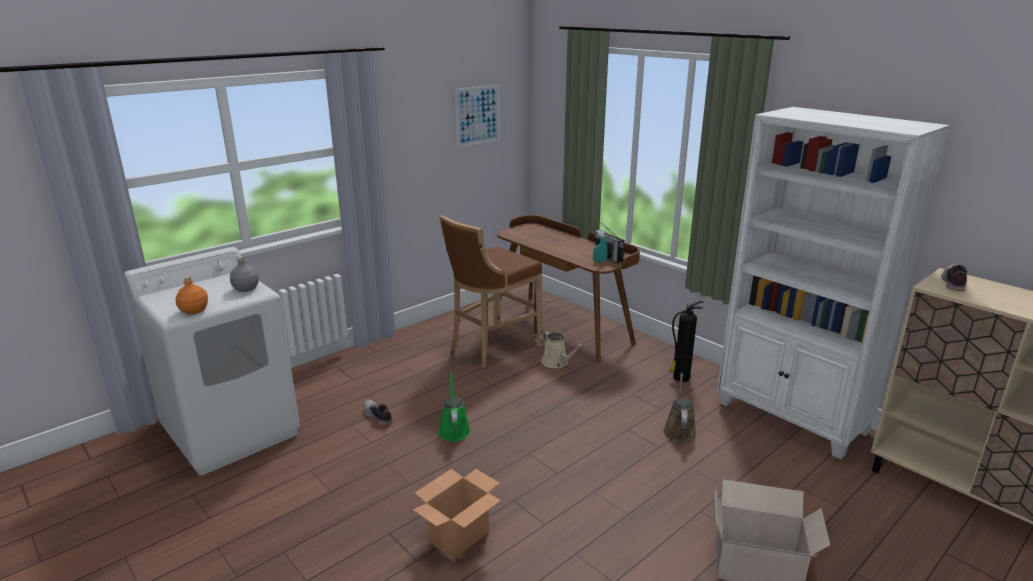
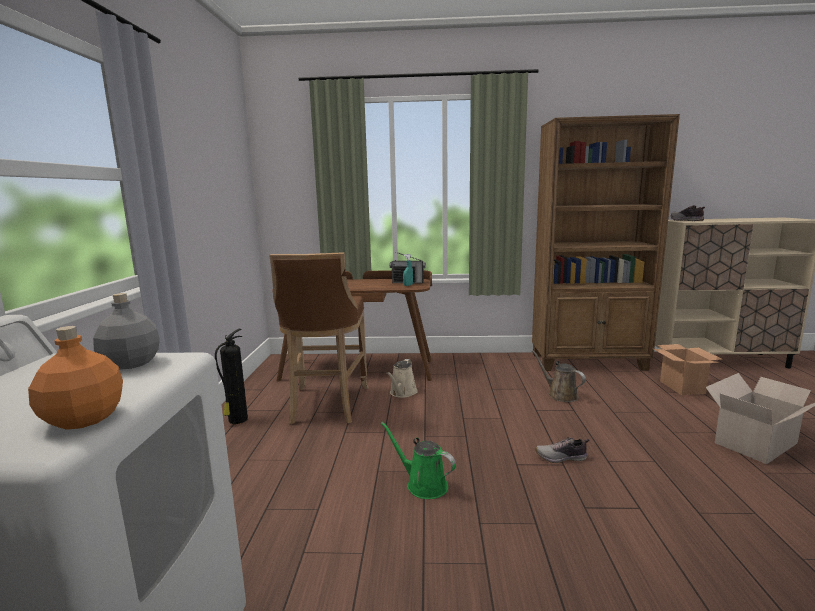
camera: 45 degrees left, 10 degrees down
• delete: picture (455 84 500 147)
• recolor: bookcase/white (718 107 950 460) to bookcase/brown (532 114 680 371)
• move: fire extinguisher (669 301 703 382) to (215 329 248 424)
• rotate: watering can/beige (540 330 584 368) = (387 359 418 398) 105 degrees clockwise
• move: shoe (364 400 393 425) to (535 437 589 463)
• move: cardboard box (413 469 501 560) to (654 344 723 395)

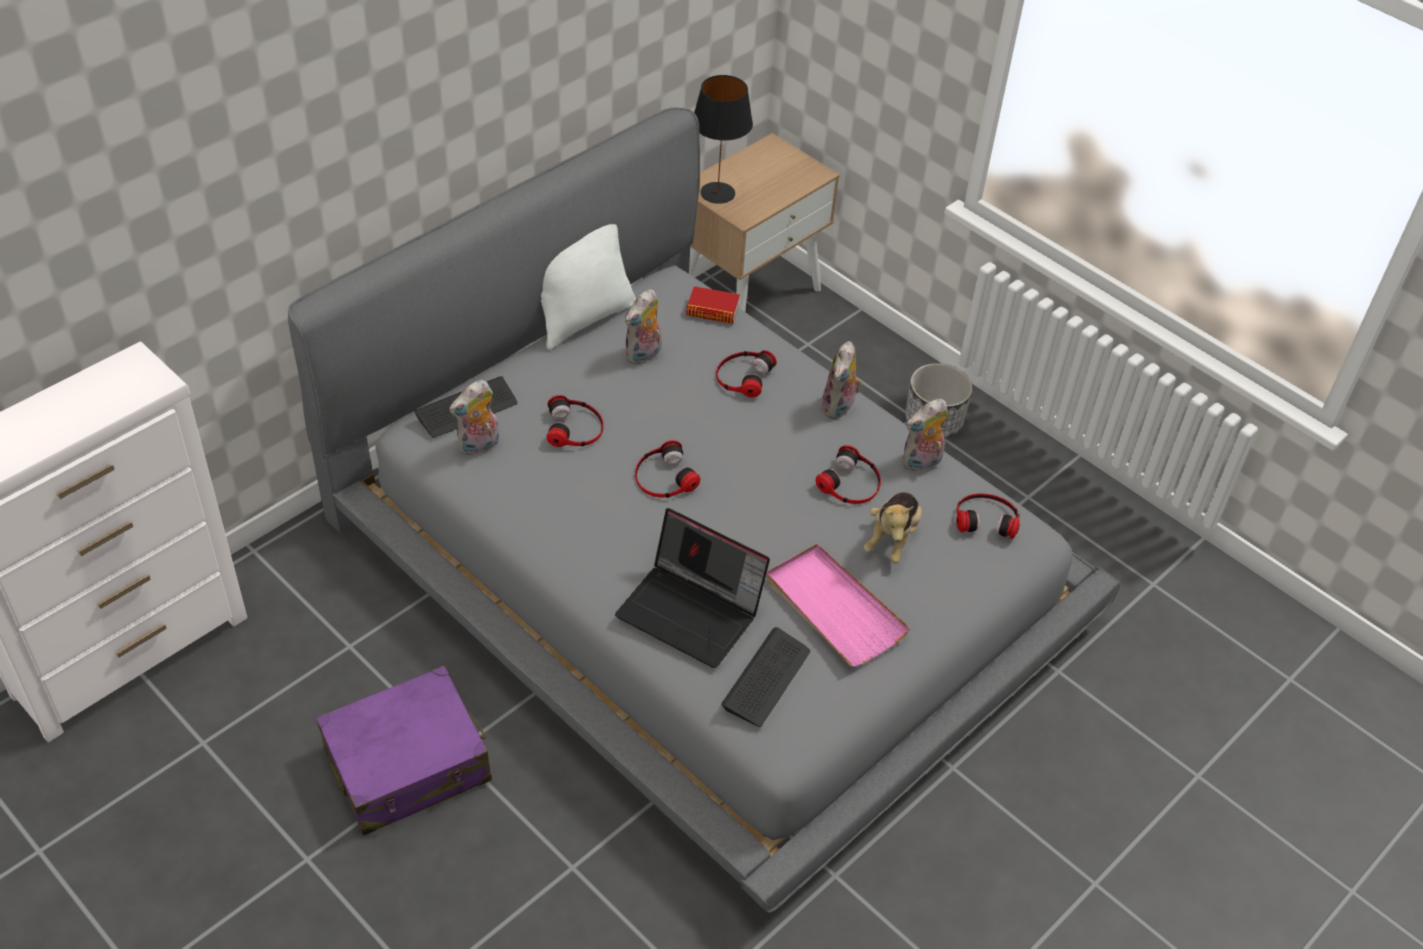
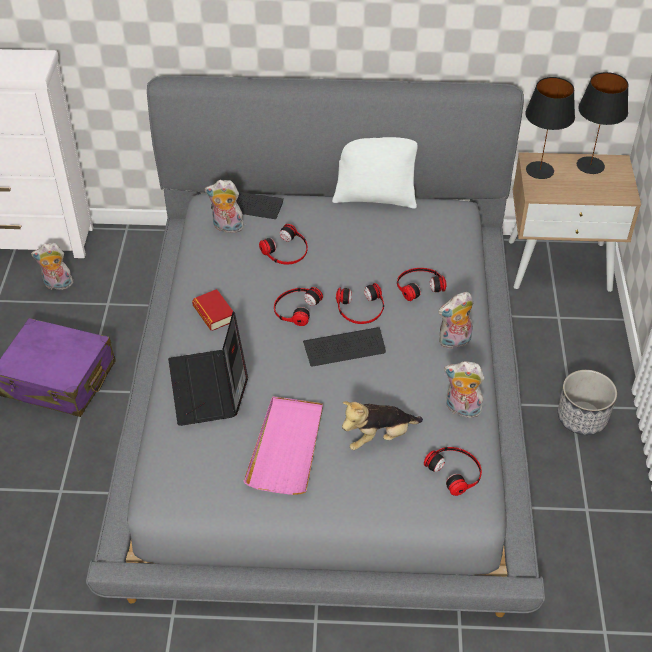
camera: 50 degrees right, 0 degrees up
• move: book (686 286 740 324) to (192 289 233 331)
• move: plush toy (625 289 662 365) to (31 243 73 292)
• move: headphones (816 445 881 504) to (336 283 384 324)
• move: keyboard (721 627 810 727) to (303 327 386 367)
• insert: table lamp/black (577 72 629 174)

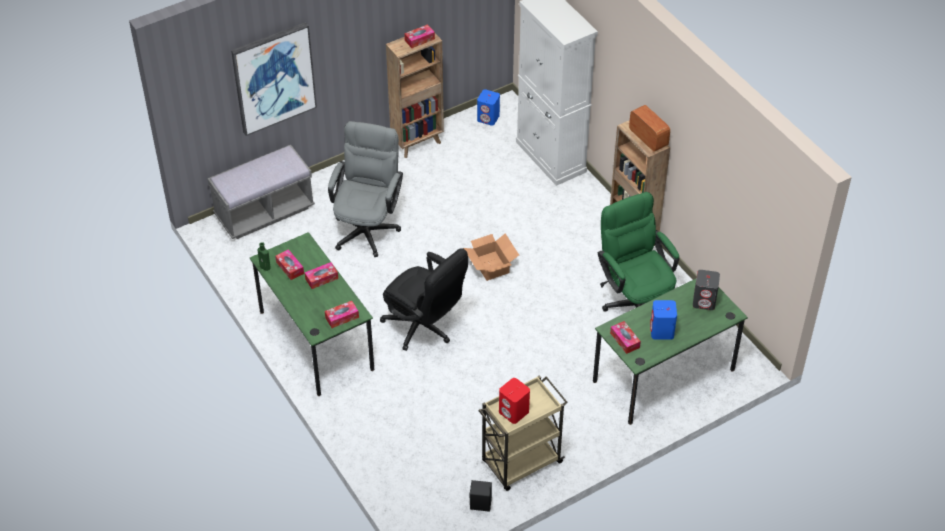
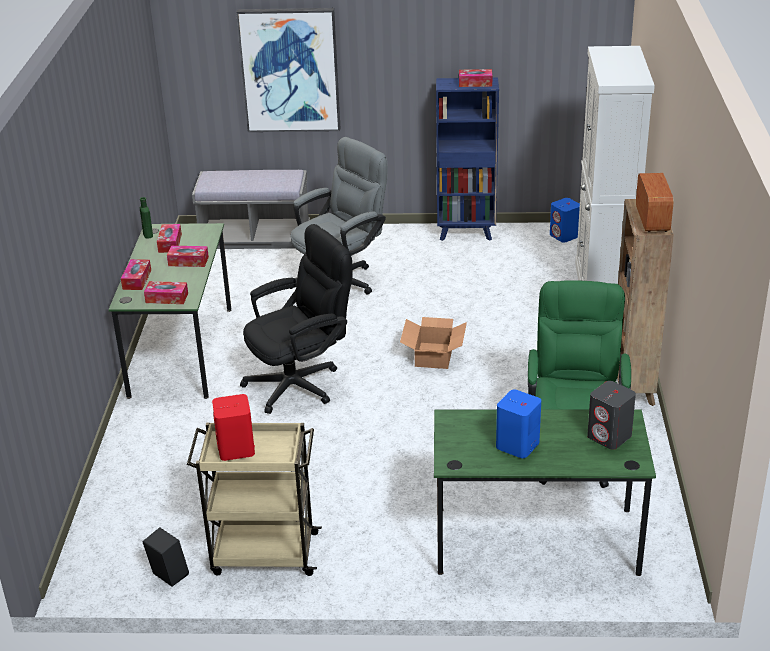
camera: 35 degrees right, 15 degrees down
• recolor: bookcase/brown (386 33 444 158) to bookcase/blue (436 78 499 241)
• rotate: office chair/black (380 248 468 351) = (240 224 352 414) 105 degrees counterclockwise
• move: tissue box (610 321 641 354) to (121 259 151 290)

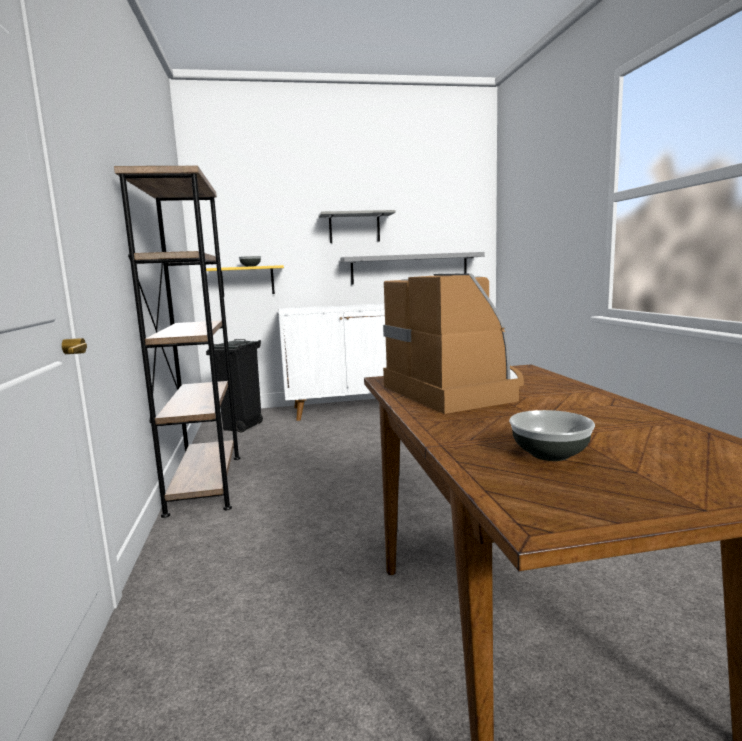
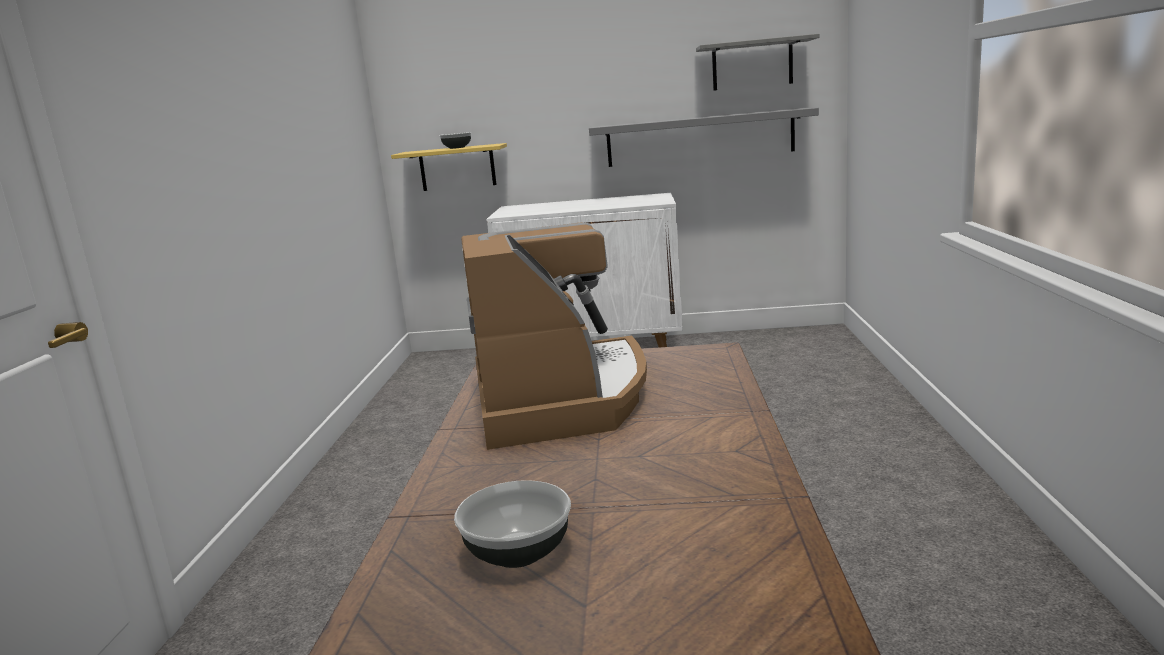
camera: 15 degrees right, 5 degrees up
• delete: bookcase/brown (114 166 240 518)
• move: shelf/grey (318 210 396 243) to (696 34 819 91)
• delete: trash can/black (206 339 263 433)

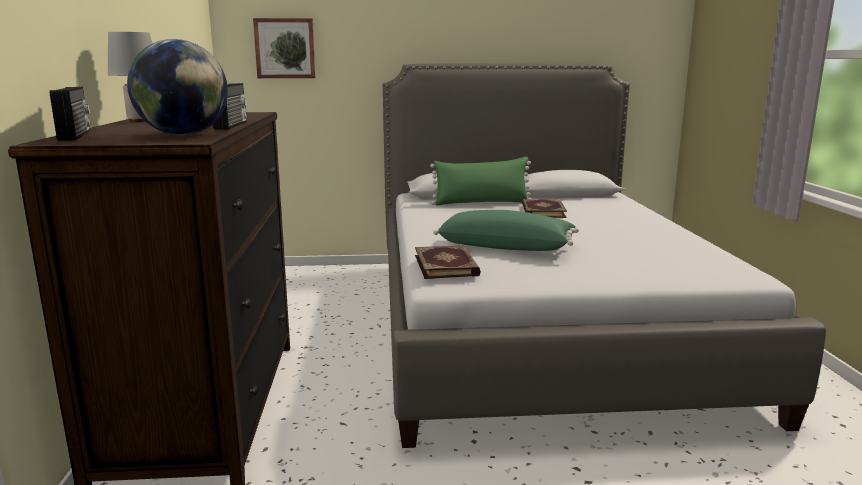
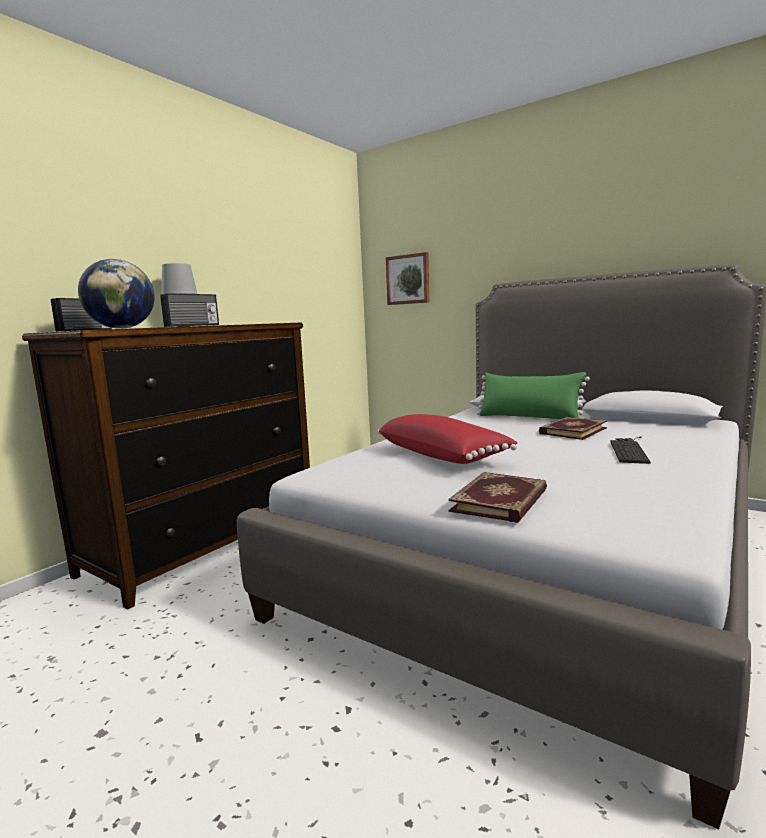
camera: 40 degrees right, 5 degrees down
• recolor: pillow/green (433 210 579 251) to pillow/red (377 414 517 464)
• move: book (415 245 481 279) to (448 472 547 523)
• insert: keyboard (610 436 651 464)

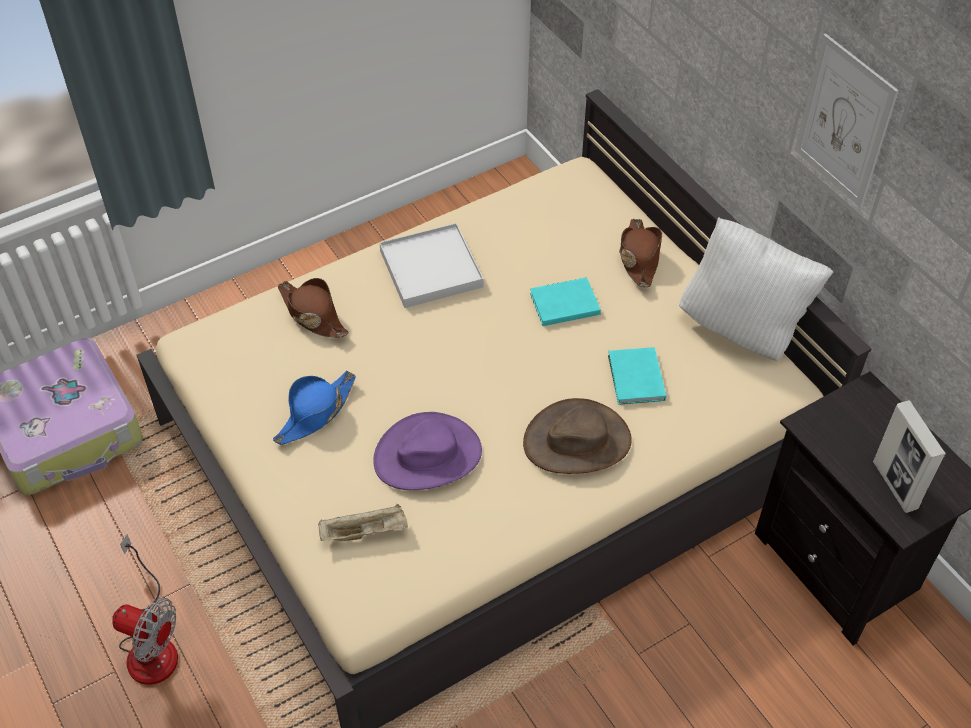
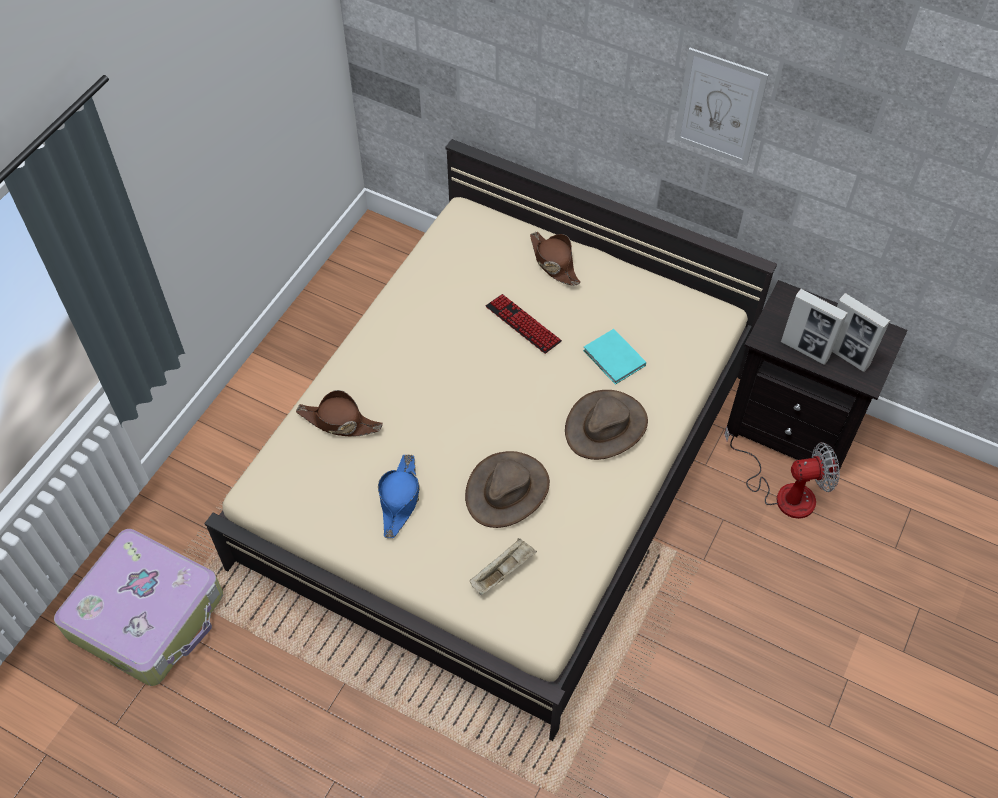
camera: 30 degrees left, 5 degrees up
• delete: pillow/white (679 217 834 361)
• delete: tray/white (379 223 484 308)
• replace: book/turquoise (530 277 601 326) to keyboard (486 294 562 354)
• recolor: hat/purple (373 412 482 490) to hat/brown (465 451 550 528)
• move: fan (112 534 178 685) to (724 426 840 519)
• insert: picture frame (781 289 848 365)

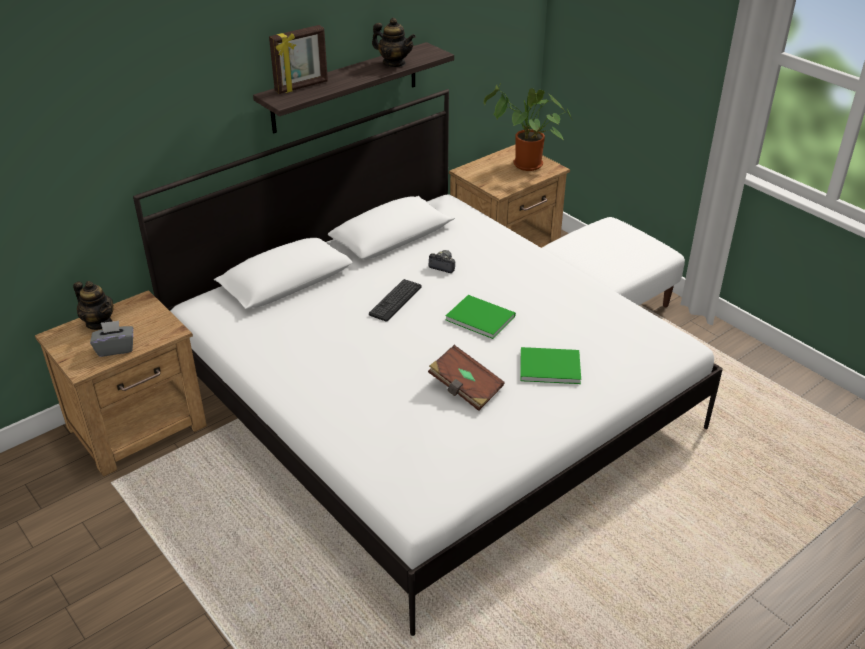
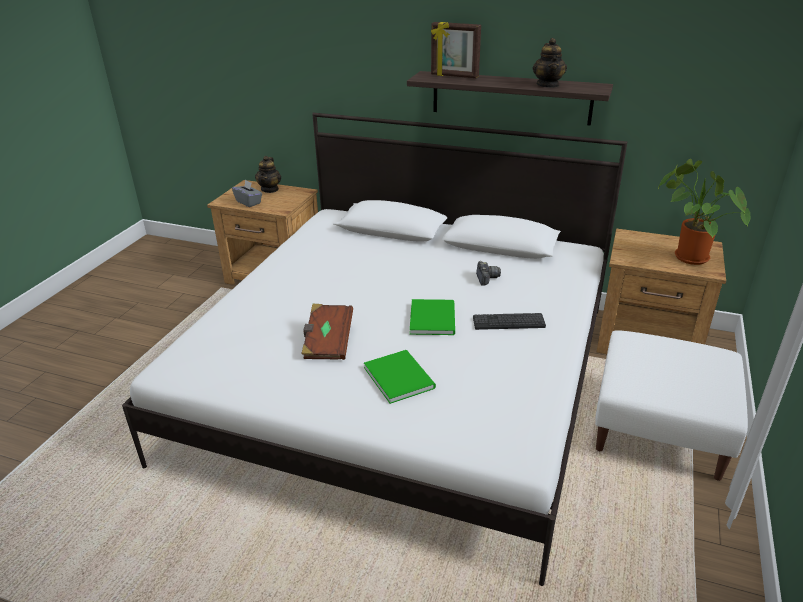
camera: 60 degrees right, 5 degrees down
• move: keyboard (369 279 421 322) to (473 313 546 330)

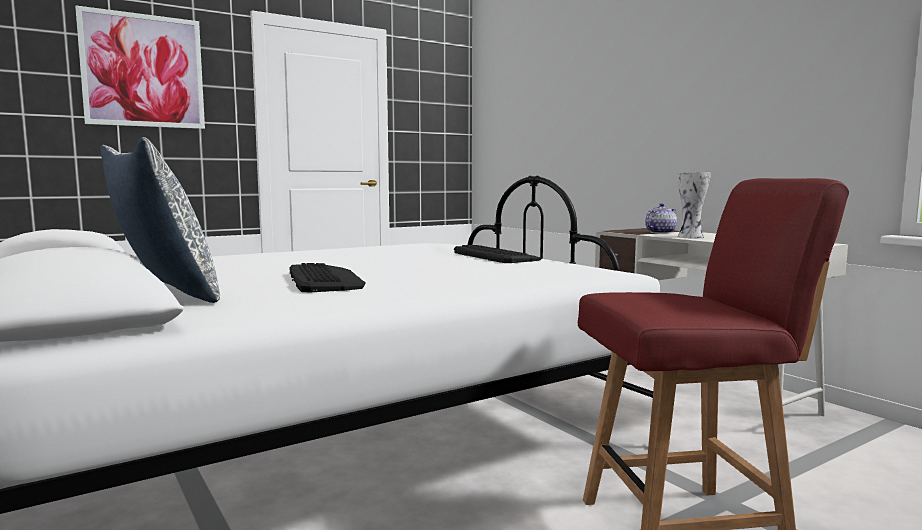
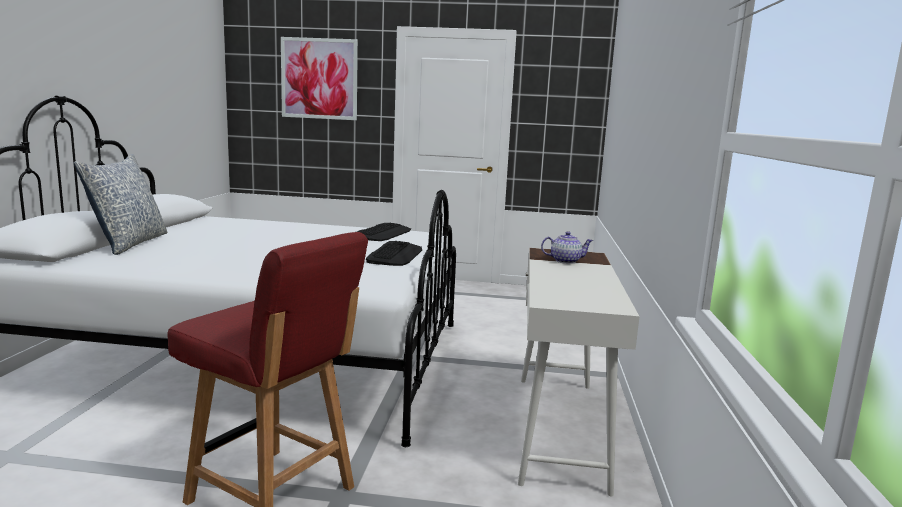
camera: 40 degrees right, 5 degrees up
• delete: vase (677 172 711 239)
• move: keyboard (290 263 365 292) to (357 223 411 241)

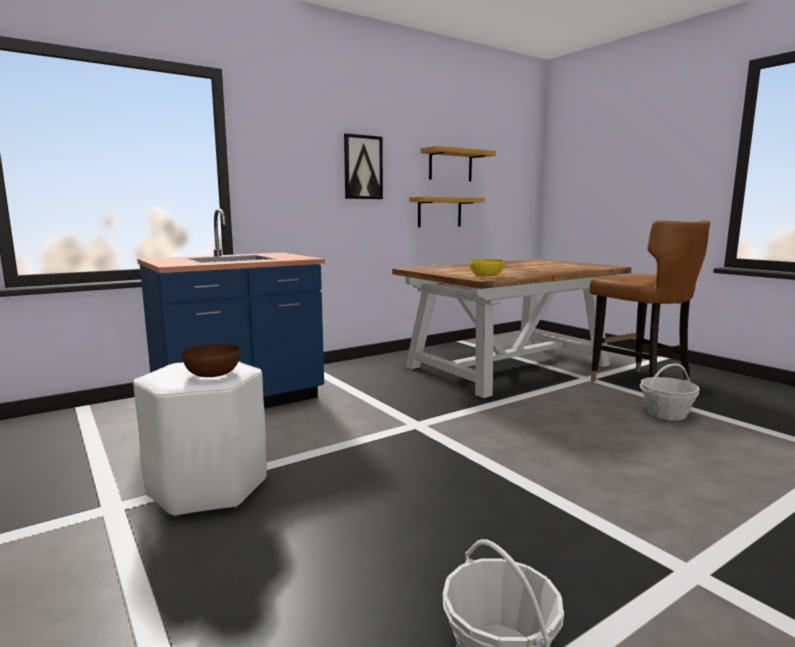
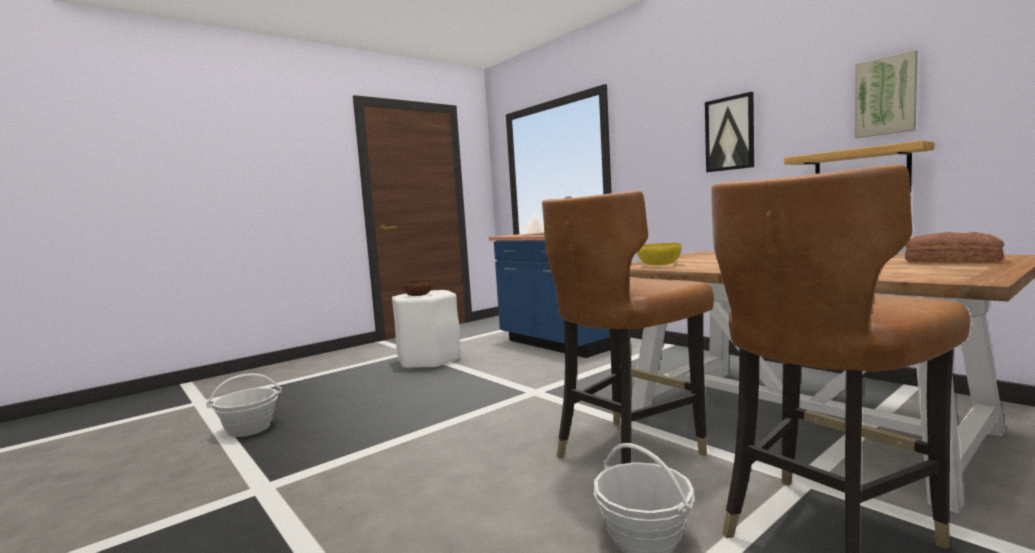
camera: 85 degrees right, 5 degrees down
• replace: shelf (421 145 496 181) to picture (855 50 918 138)
• insert: chair/brown (542 191 714 464)
• insert: bread (905 232 1004 263)

